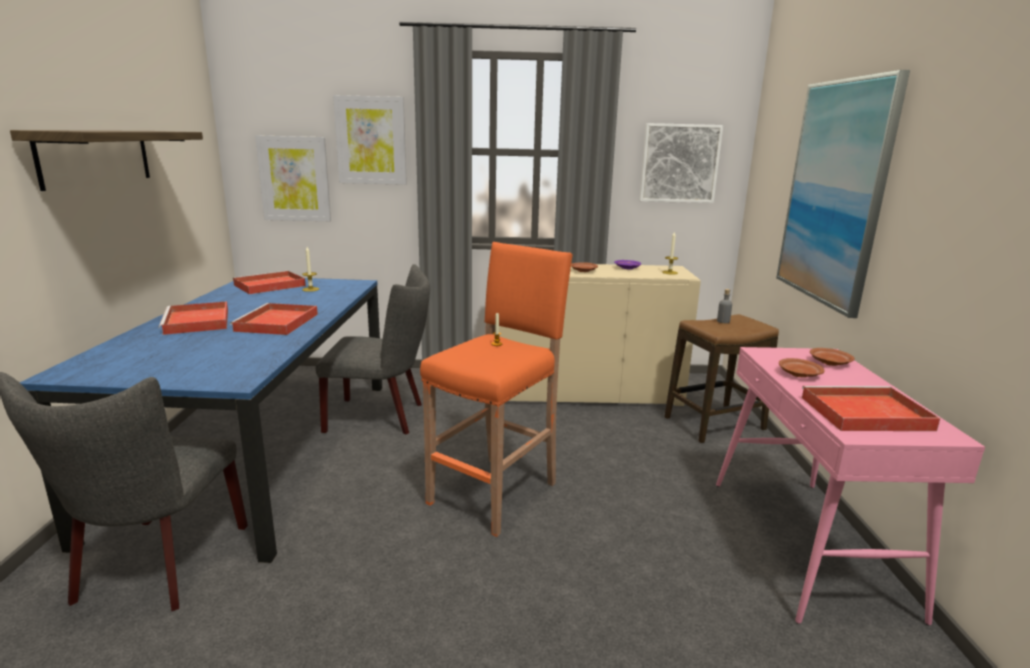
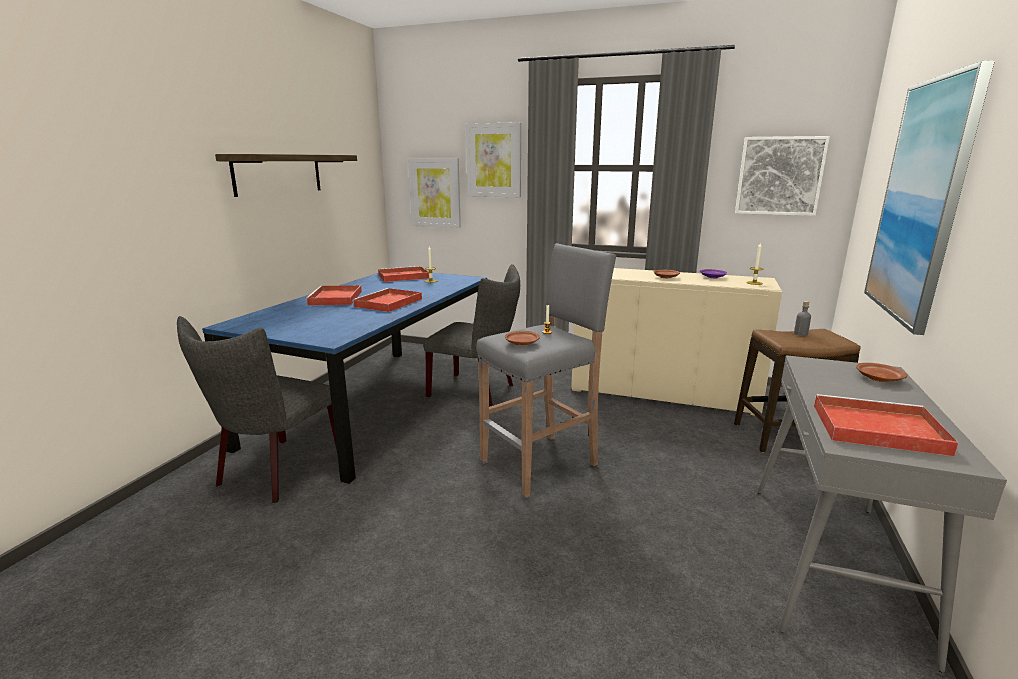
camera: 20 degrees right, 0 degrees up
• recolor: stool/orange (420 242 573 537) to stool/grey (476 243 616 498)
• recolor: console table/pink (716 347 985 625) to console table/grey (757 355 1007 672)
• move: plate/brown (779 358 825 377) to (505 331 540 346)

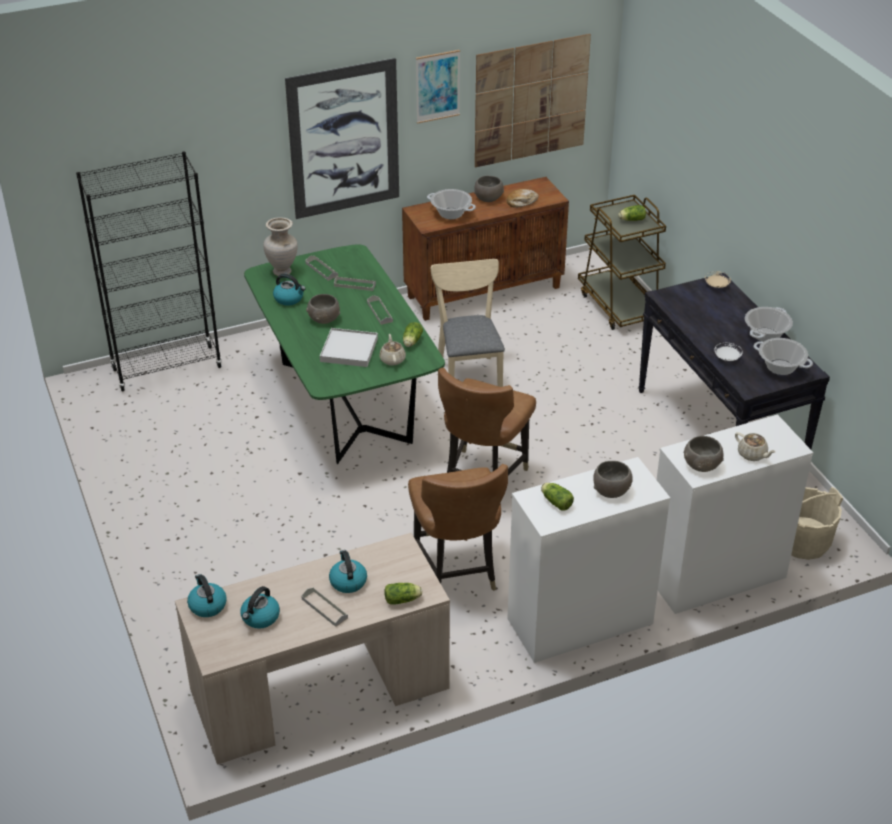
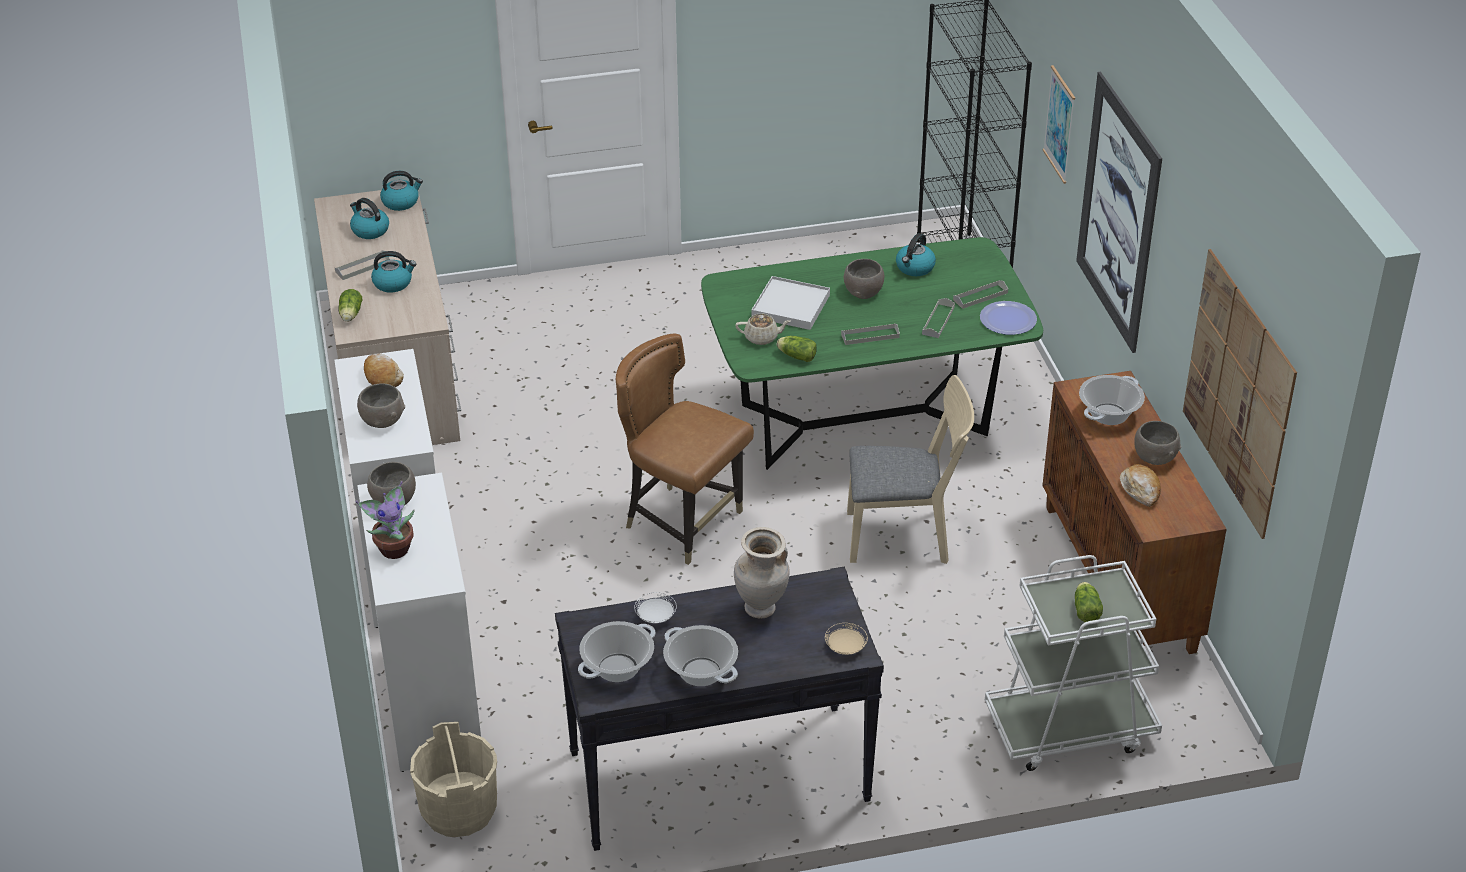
camera: 100 degrees right, 0 degrees up
• move: picture (416 50 460 124) to (1043 65 1075 184)
• recolor: cart/brown (578 195 666 330) to cart/white (985 555 1162 771)
• move: vase/beige (263 217 298 276) to (734 527 789 618)
• replace: teapot/beige (735 432 776 461) to potted plant (356 481 415 559)
• delete: chair/brown (408 464 508 591)
• replace: lettuce (541 483 574 511) to bread (364 354 404 387)
• insert: plate (980 301 1037 335)

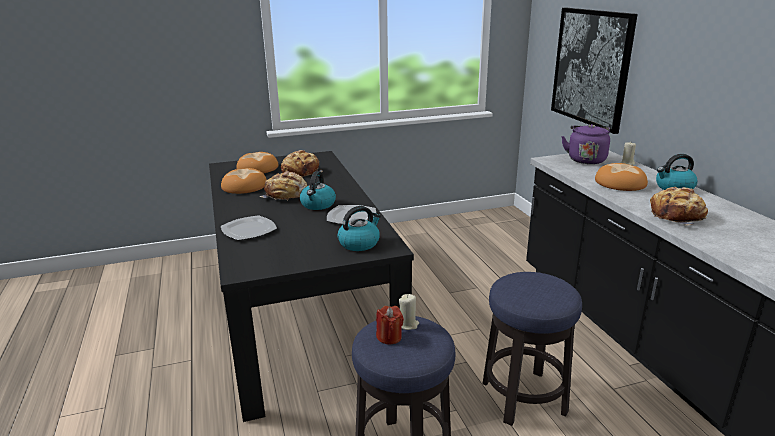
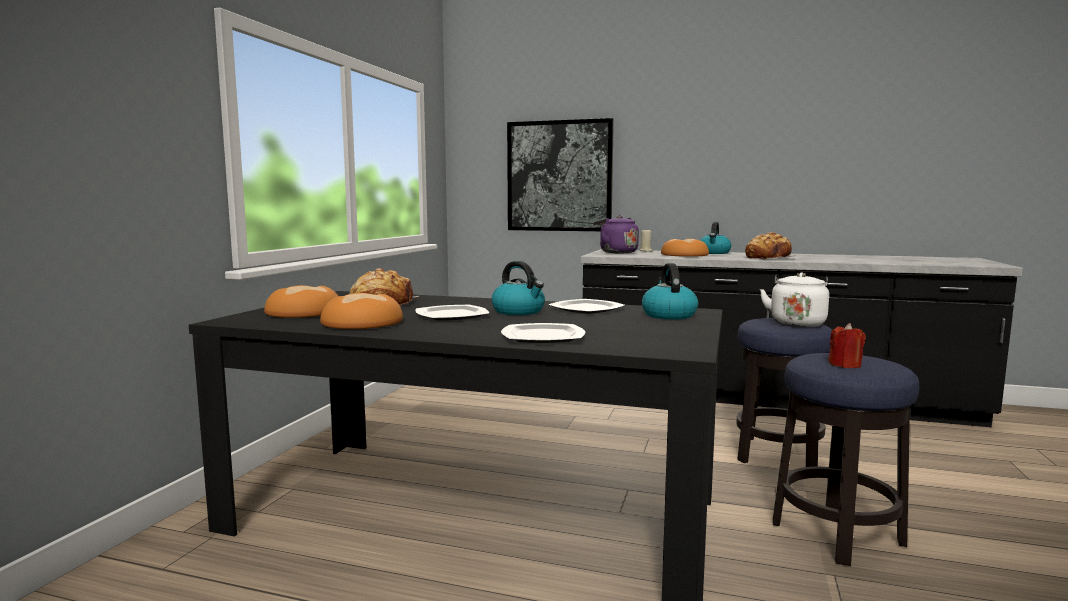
camera: 55 degrees left, 15 degrees down
• replace: bread (259 171 307 201) to plate (415 305 489 321)
• delete: candle/beige (399 294 419 330)
• insert: kettle/white (760 273 829 327)

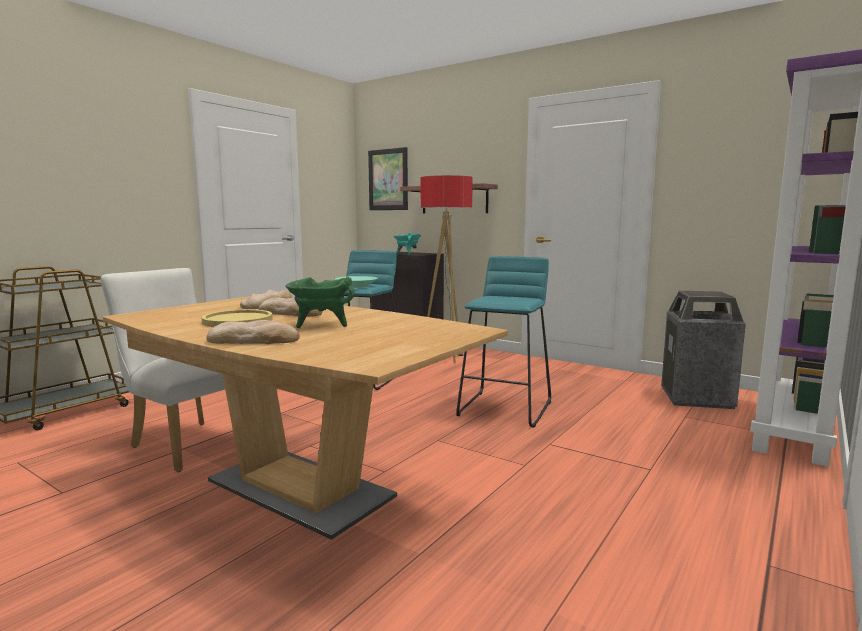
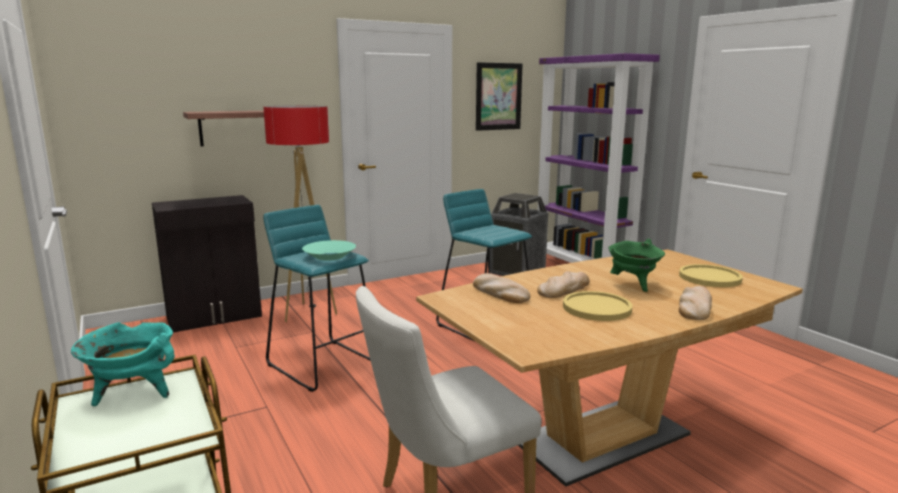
camera: 65 degrees left, 5 degrees up
• move: picture (368 147 408 210) to (476 62 523 131)
• move: cooking pot/turquoise (393 232 421 255) to (71 322 175 406)
• insert: plate/yellow (679 264 743 287)

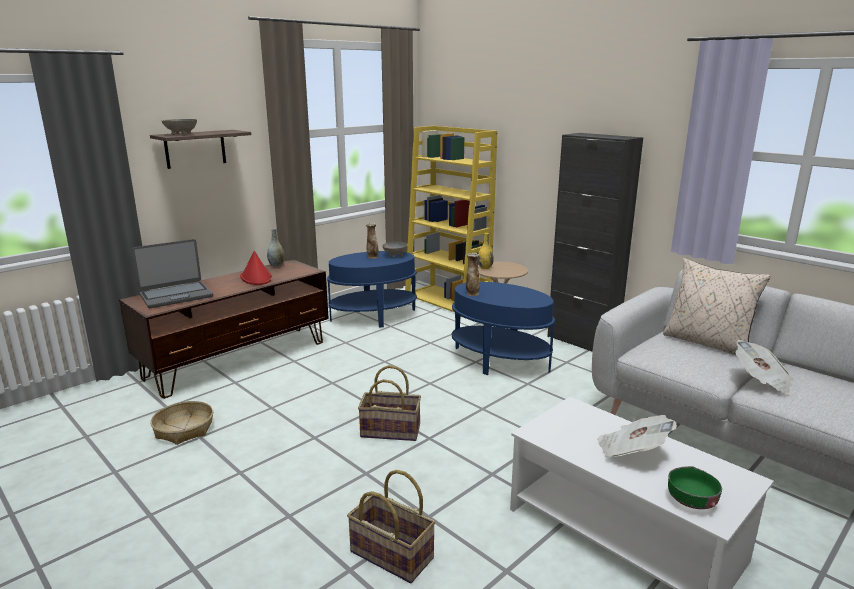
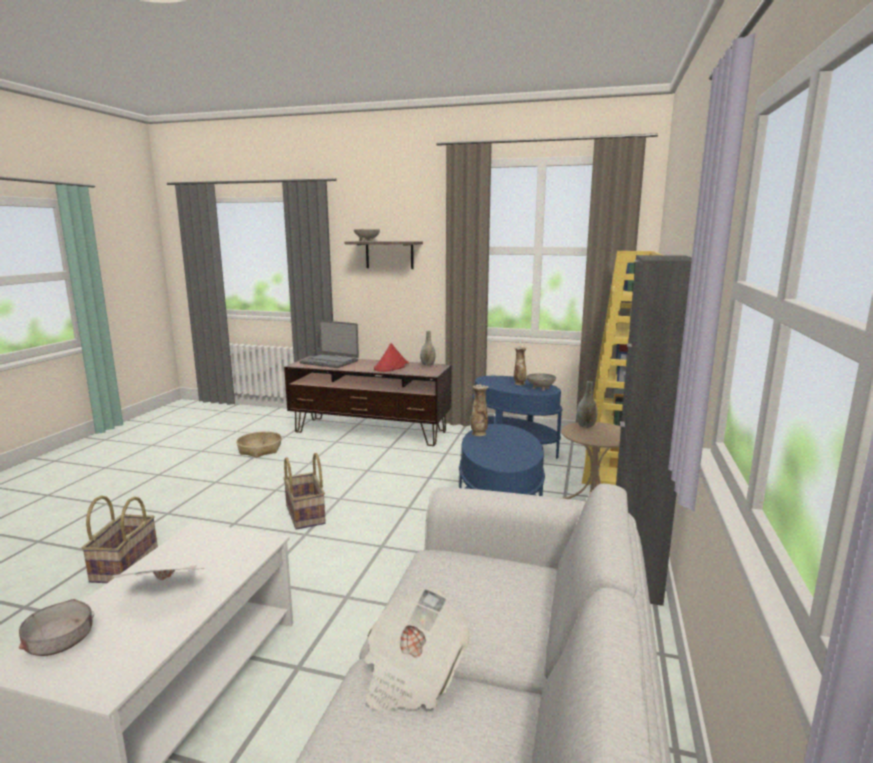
camera: 60 degrees right, 5 degrees down
• recolor: vase/yellow (478 233 494 269) to vase/grey (576 381 597 428)
• delete: pillow/beige (663 258 771 355)
• recolor: bowl/green (668 466 722 509) to bowl/grey (19 599 94 656)

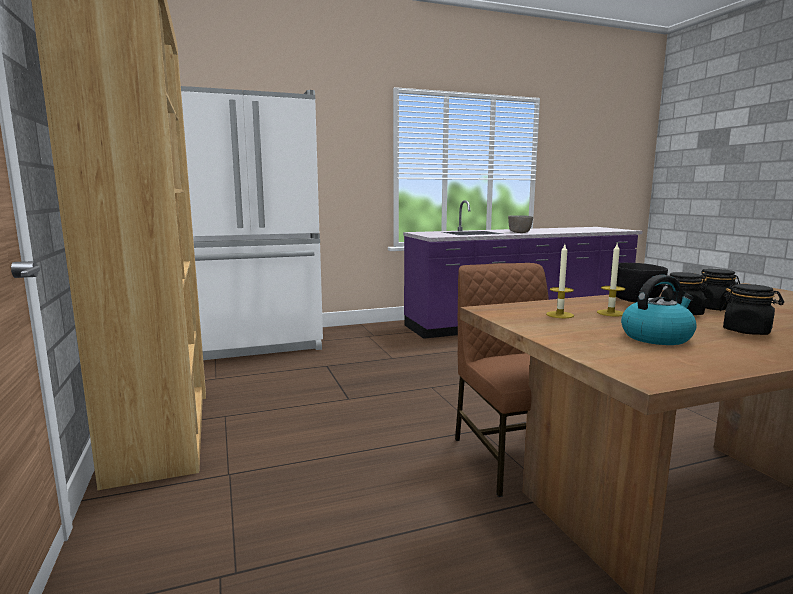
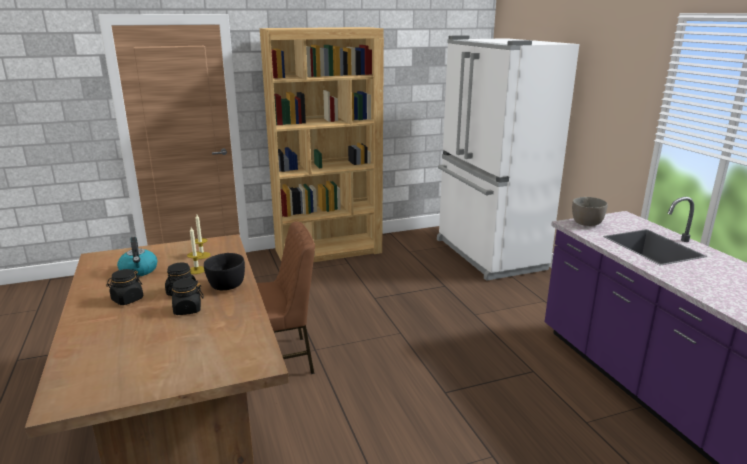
camera: 90 degrees right, 10 degrees up
• move: bowl/grey (508 215 533 233) to (572 197 608 226)

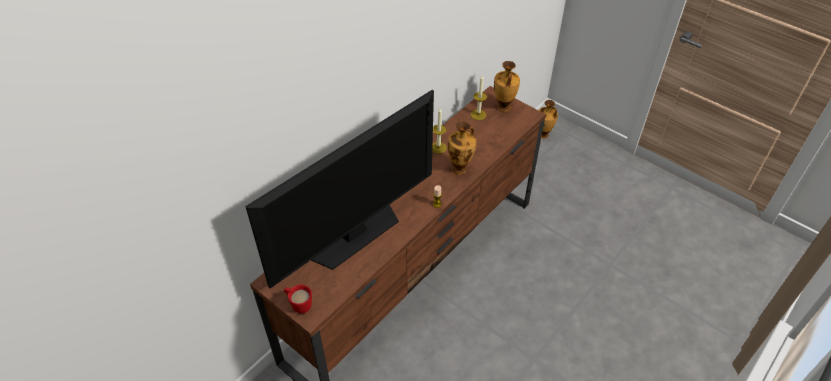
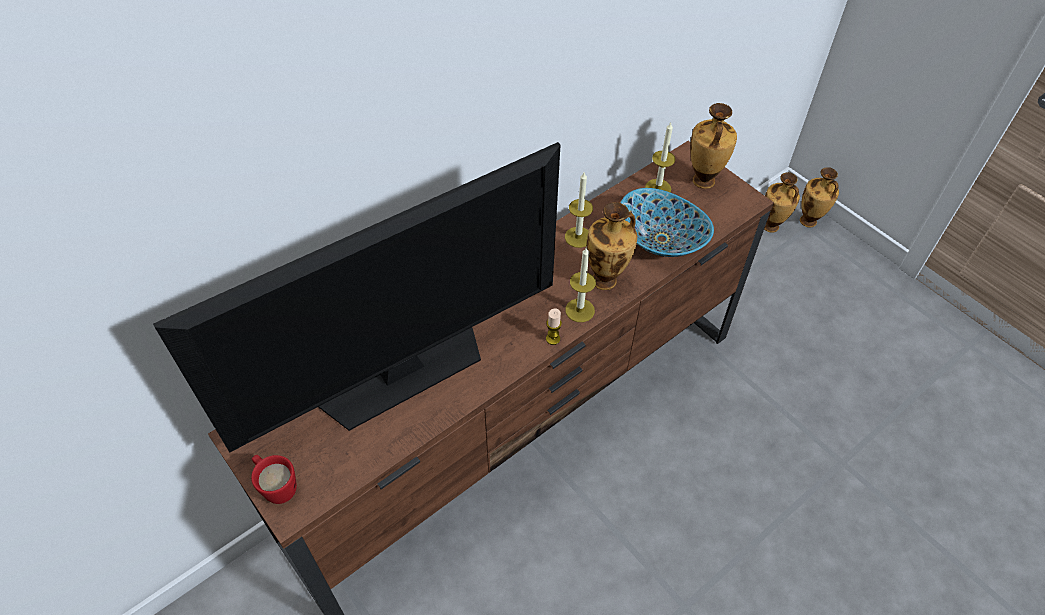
camera: 10 degrees right, 5 degrees up
• insert: vase (800 167 839 228)
• insert: bowl (621 188 714 257)
• insert: candle (565 247 596 322)

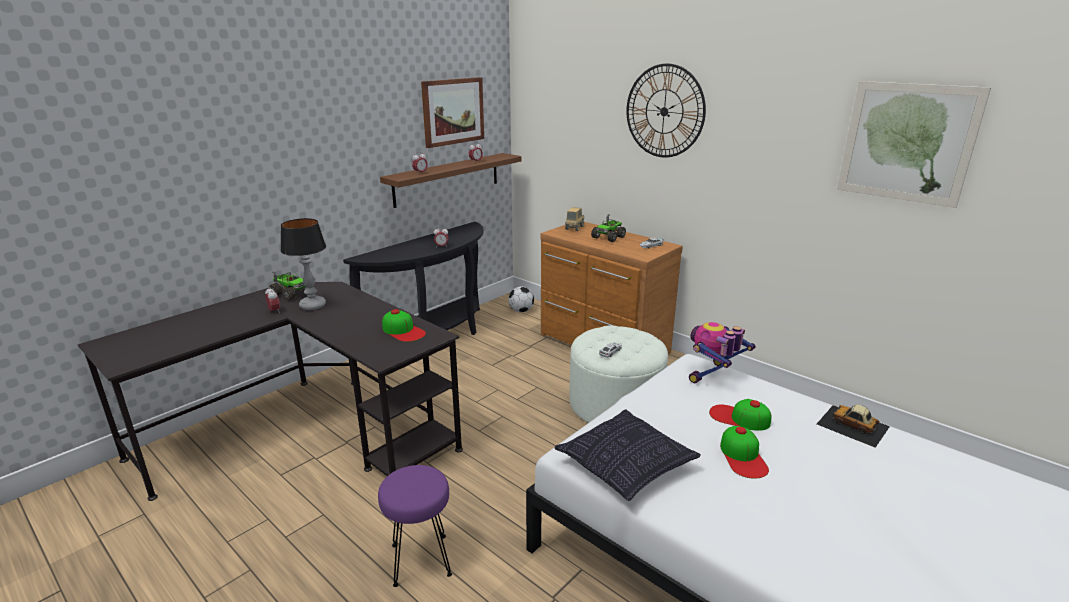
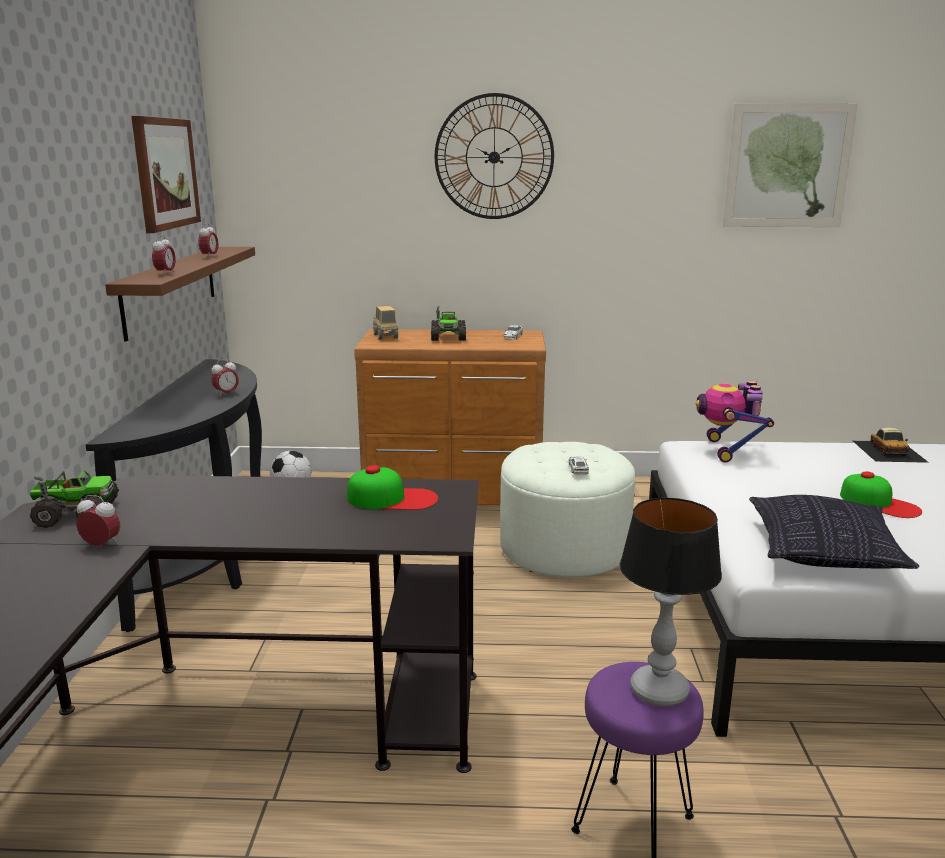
camera: 40 degrees left, 5 degrees down
• move: table lamp (281 218 326 310) to (620 498 722 707)
• delete: cap (709 399 771 431)
• rotate: toy car (817 404 890 448) = (853 427 929 463) 90 degrees counterclockwise

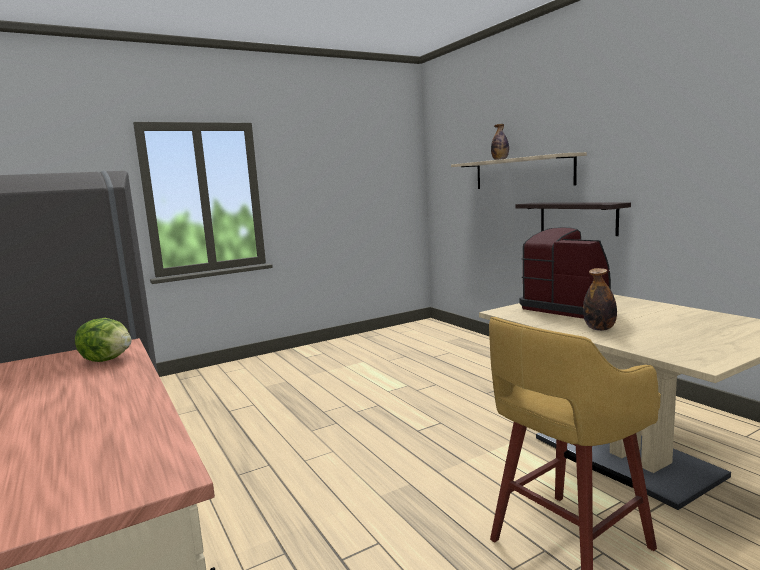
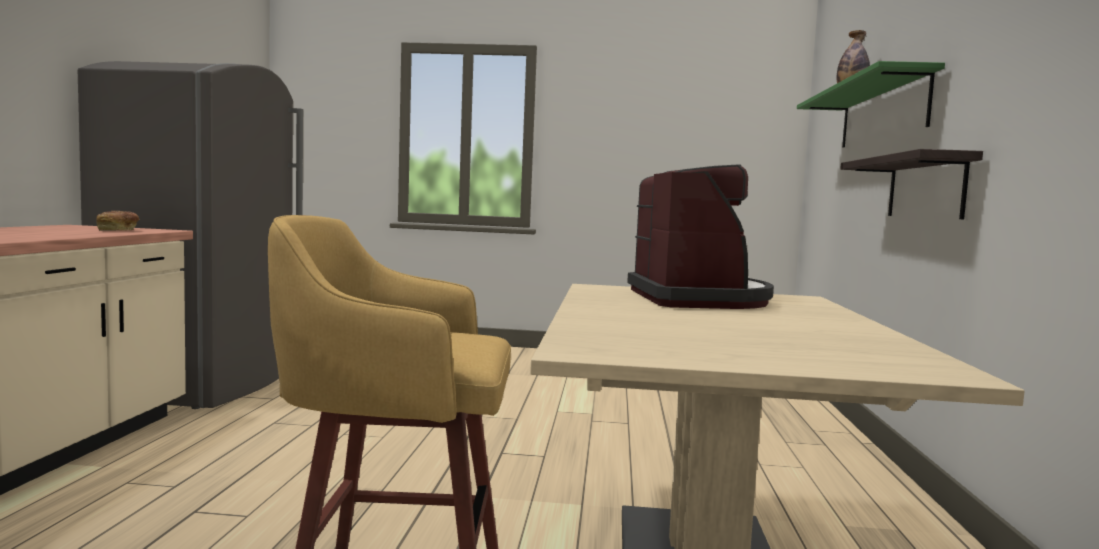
camera: 35 degrees right, 5 degrees down
• recolor: shelf/beige (451 152 587 189) to shelf/green (797 61 945 148)
• delete: bottle (583 268 617 331)
• replace: lettuce (75 318 132 362) to bread (96 211 140 231)

